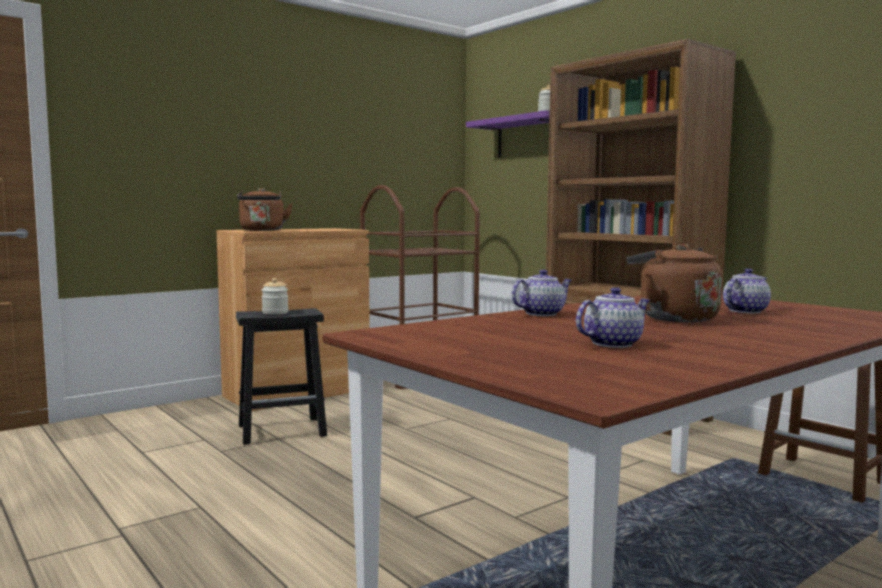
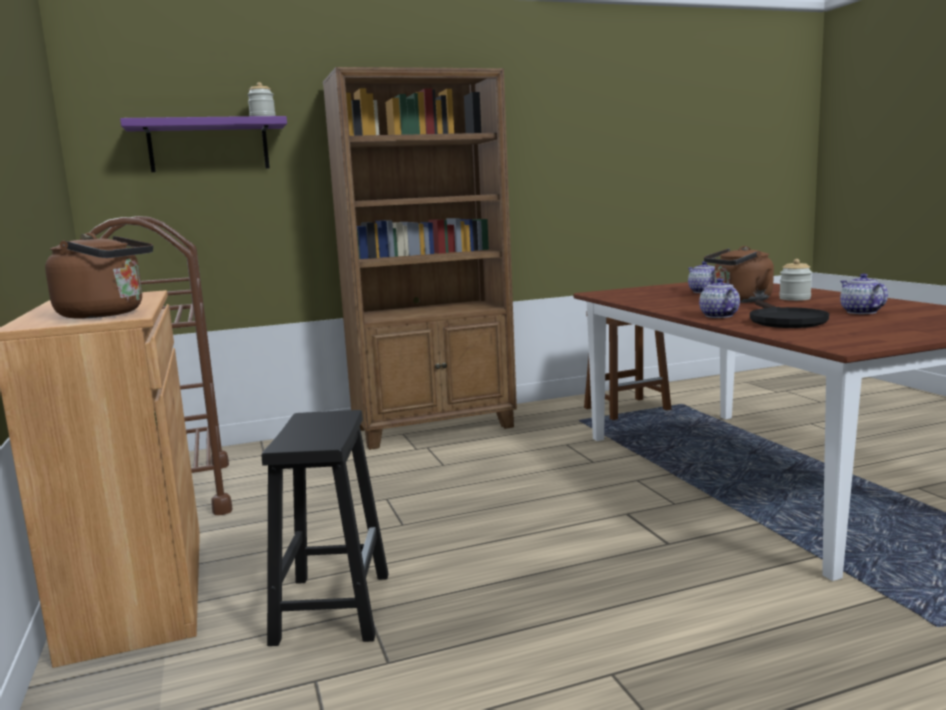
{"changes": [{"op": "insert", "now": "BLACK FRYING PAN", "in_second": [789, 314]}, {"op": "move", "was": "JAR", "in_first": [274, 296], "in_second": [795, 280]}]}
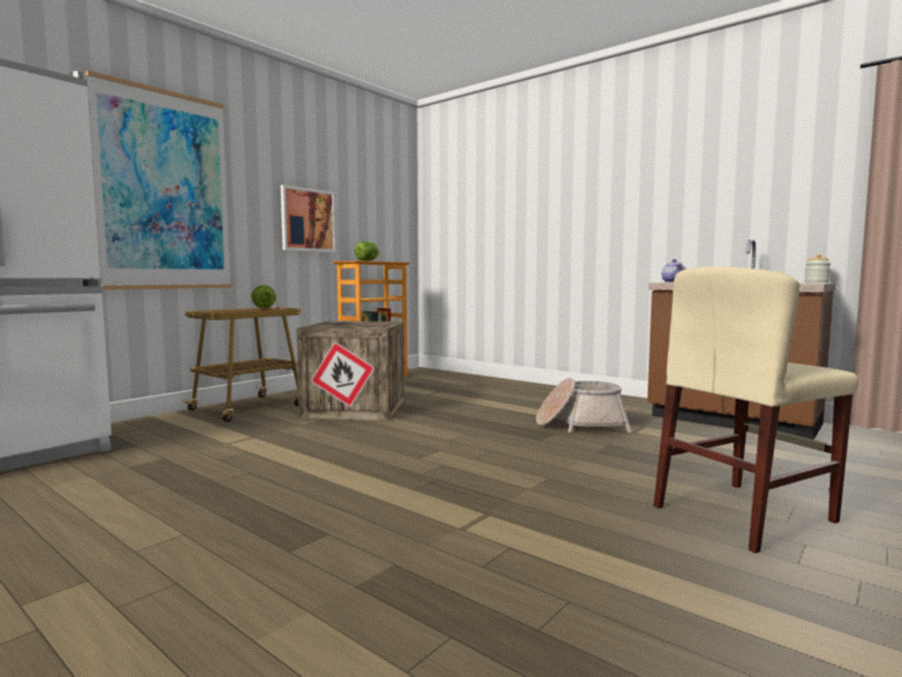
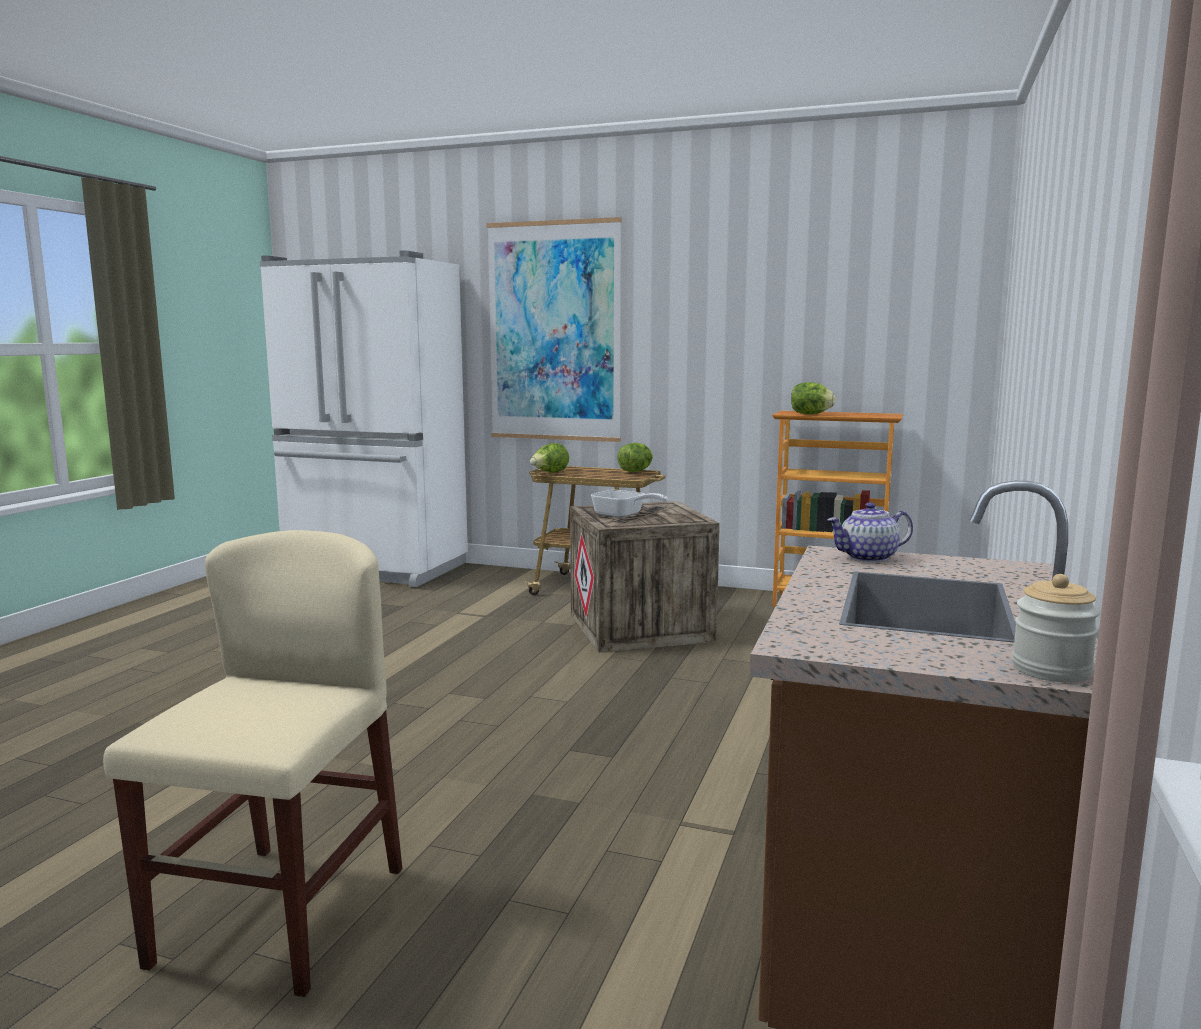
{"changes": [{"op": "rotate", "was": "BEIGE CHAIR", "in_first": [755, 409], "in_second": [252, 763], "clockwise": 60}, {"op": "insert", "now": "LETTUCE", "in_second": [549, 458]}, {"op": "insert", "now": "FRYING PAN", "in_second": [629, 504]}, {"op": "delete", "was": "PICTURE", "in_first": [308, 218]}, {"op": "delete", "was": "BASKET", "in_first": [584, 405]}]}
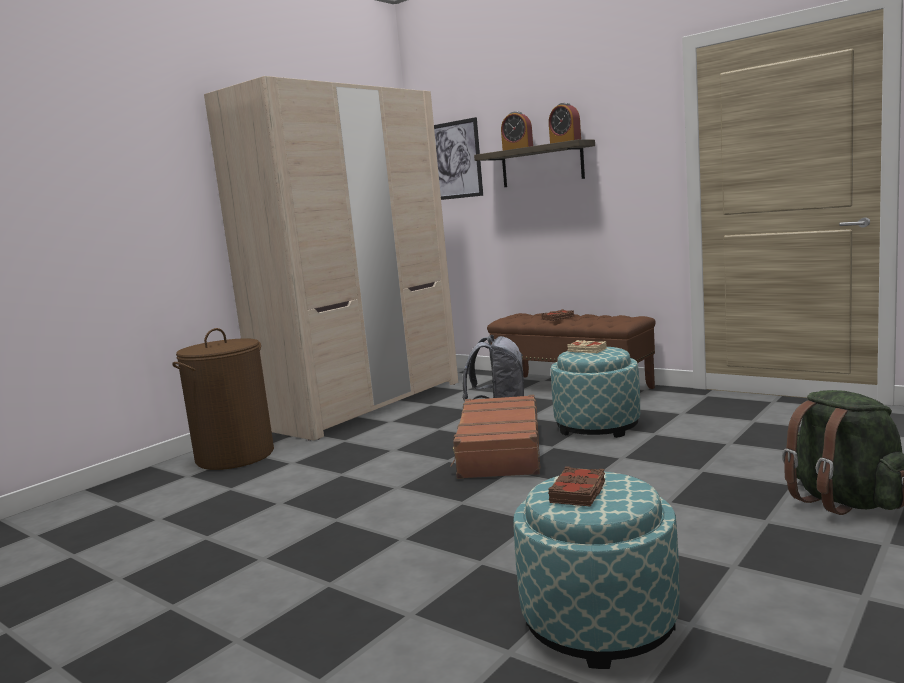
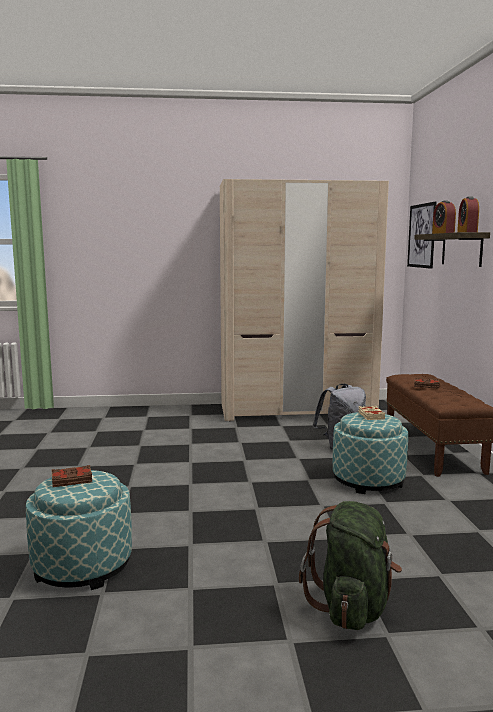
{"changes": [{"op": "delete", "was": "BROWN LAUNDRY BASKET", "in_first": [223, 399]}, {"op": "delete", "was": "BROWN SUITCASE", "in_first": [495, 437]}]}
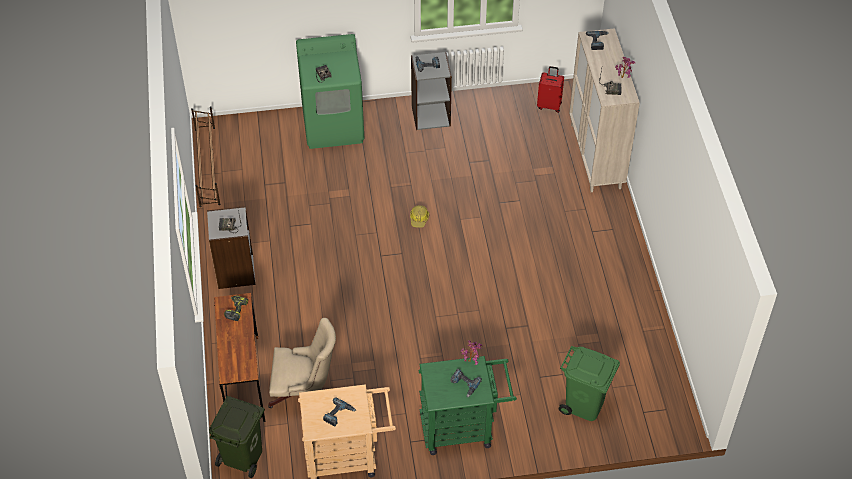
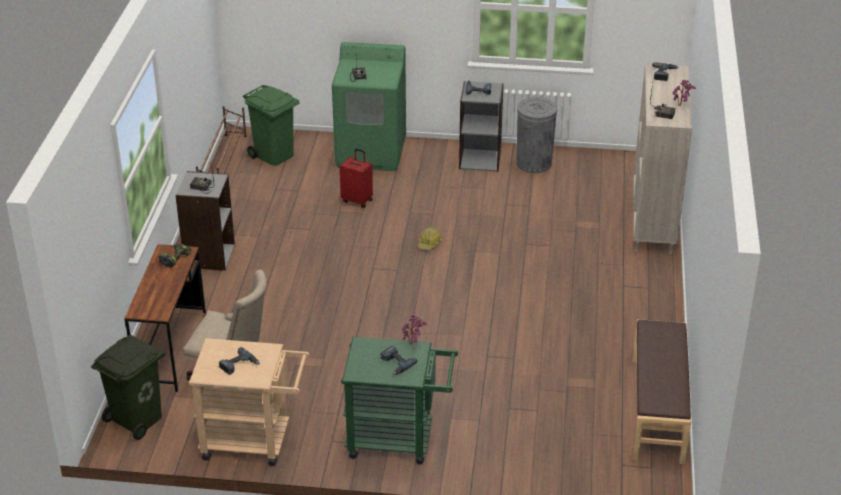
{"changes": [{"op": "move", "was": "GREEN TRASH CAN", "in_first": [589, 383], "in_second": [271, 125]}, {"op": "move", "was": "RED SUITCASE", "in_first": [550, 89], "in_second": [356, 178]}, {"op": "insert", "now": "GREY TRASH CAN", "in_second": [537, 135]}, {"op": "insert", "now": "BROWN BENCH", "in_second": [661, 391]}]}
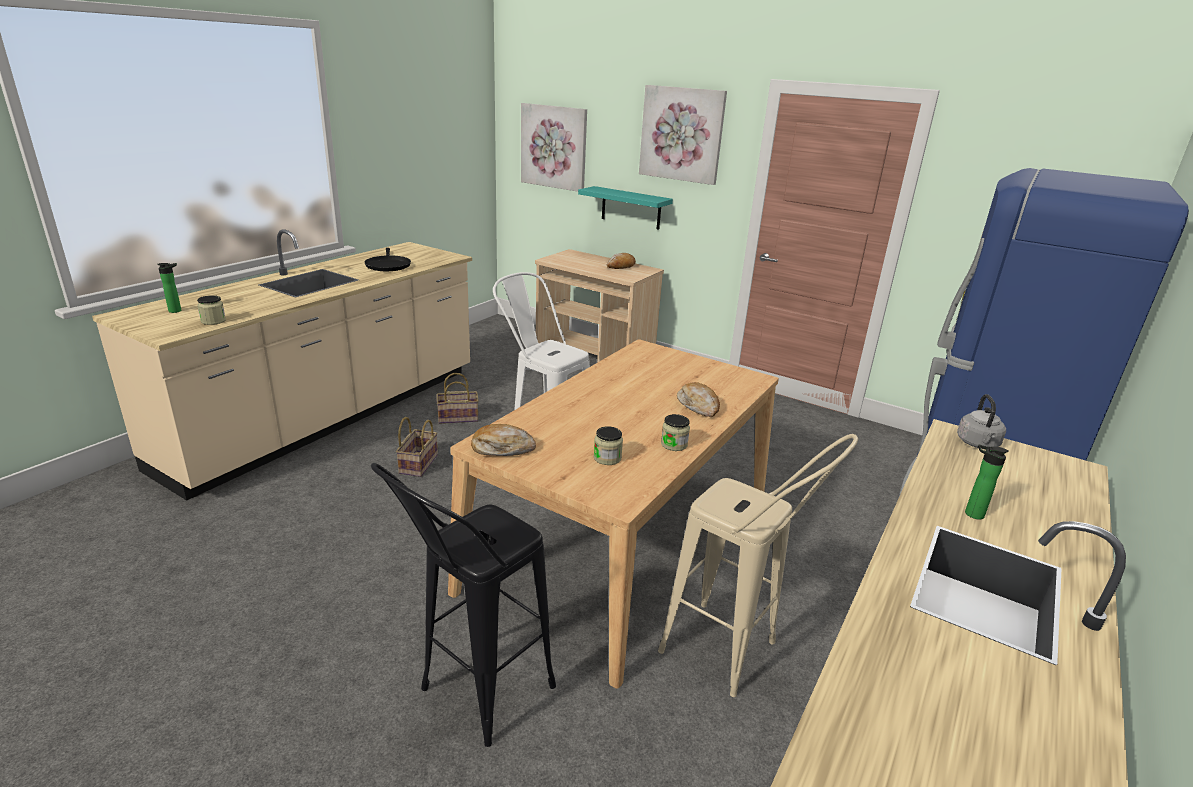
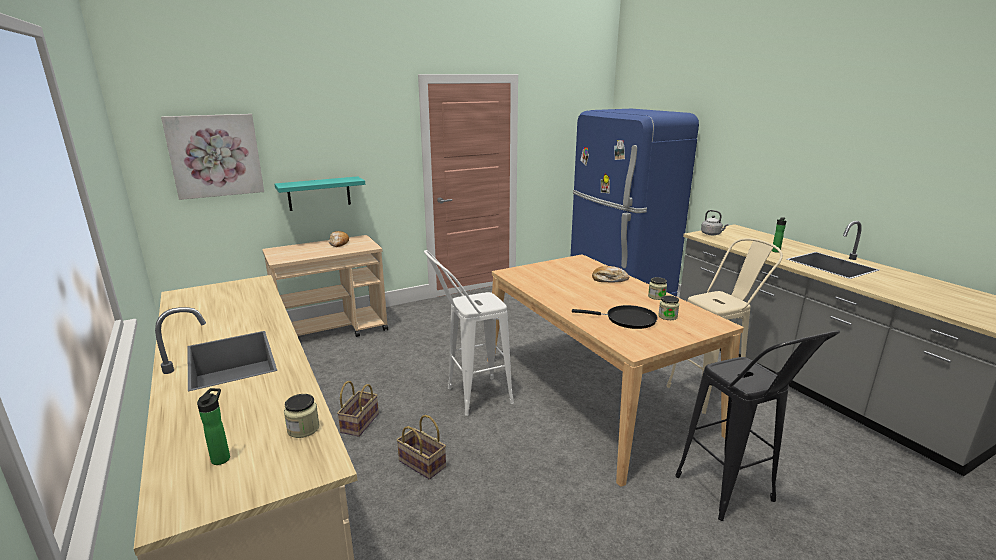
{"changes": [{"op": "move", "was": "BLACK FRYING PAN", "in_first": [388, 259], "in_second": [615, 317]}, {"op": "delete", "was": "BREAD", "in_first": [503, 440]}, {"op": "delete", "was": "PICTURE", "in_first": [683, 135]}]}
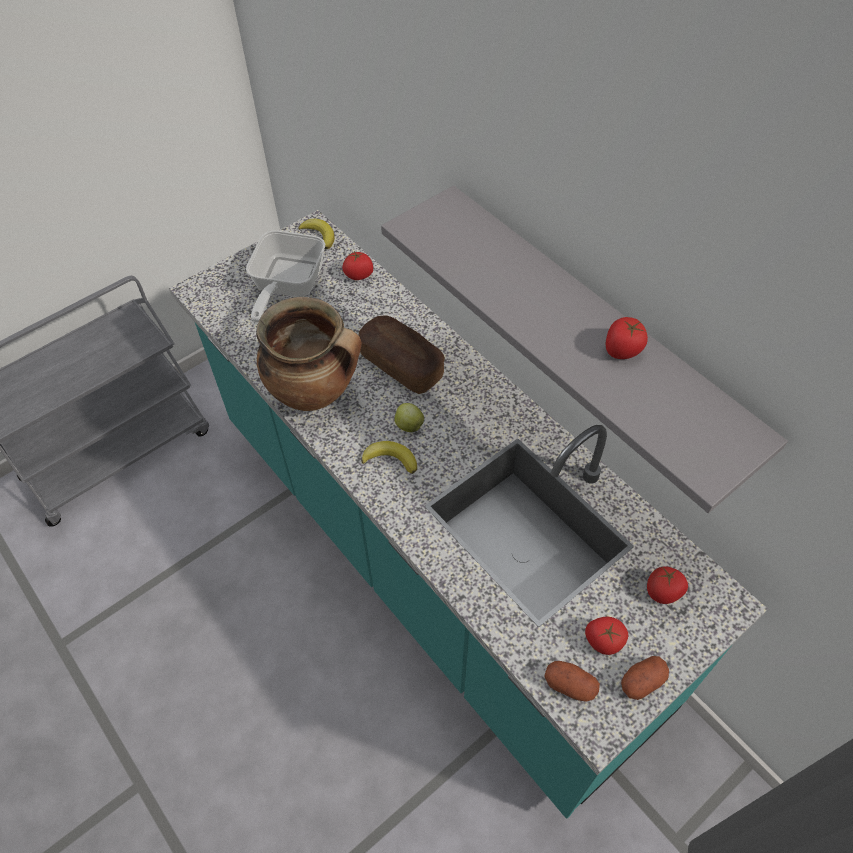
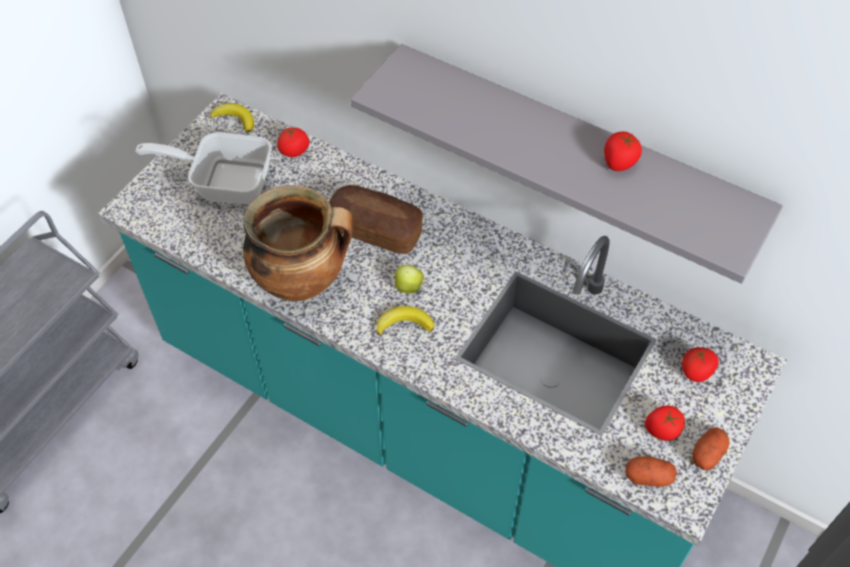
{"changes": [{"op": "rotate", "was": "FRYING PAN", "in_first": [285, 276], "in_second": [203, 168], "clockwise": 105}]}
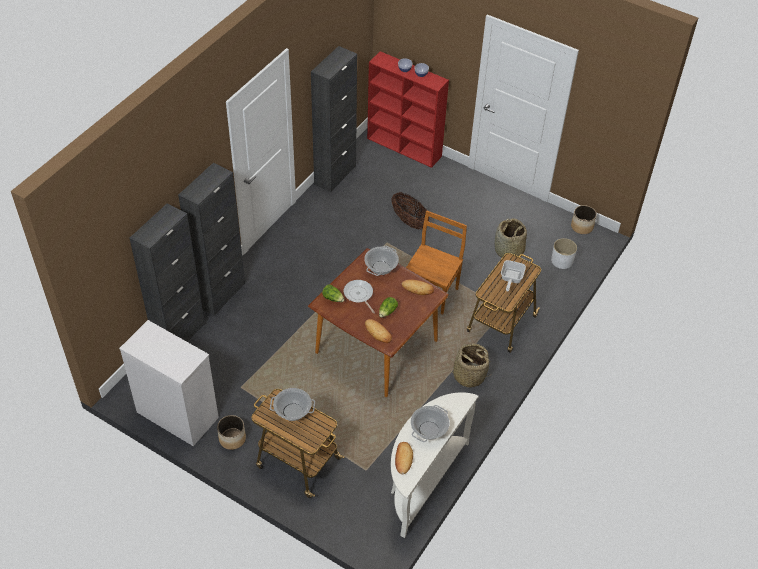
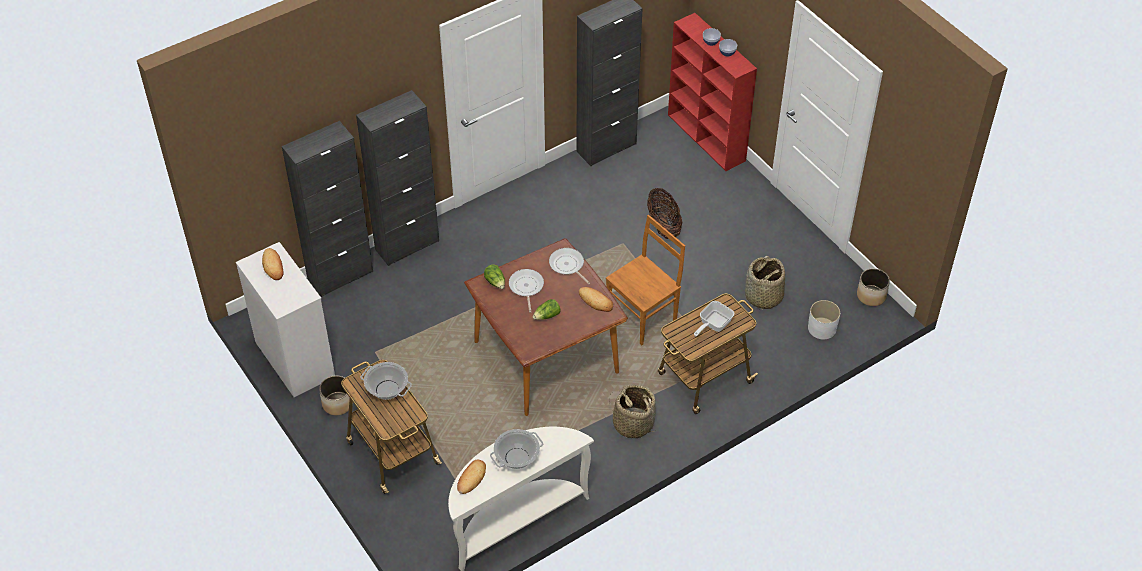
{"changes": [{"op": "move", "was": "BREAD", "in_first": [378, 331], "in_second": [273, 264]}, {"op": "replace", "was": "COOKING POT", "now": "FRYING PAN", "in_first": [381, 261], "in_second": [569, 266]}]}
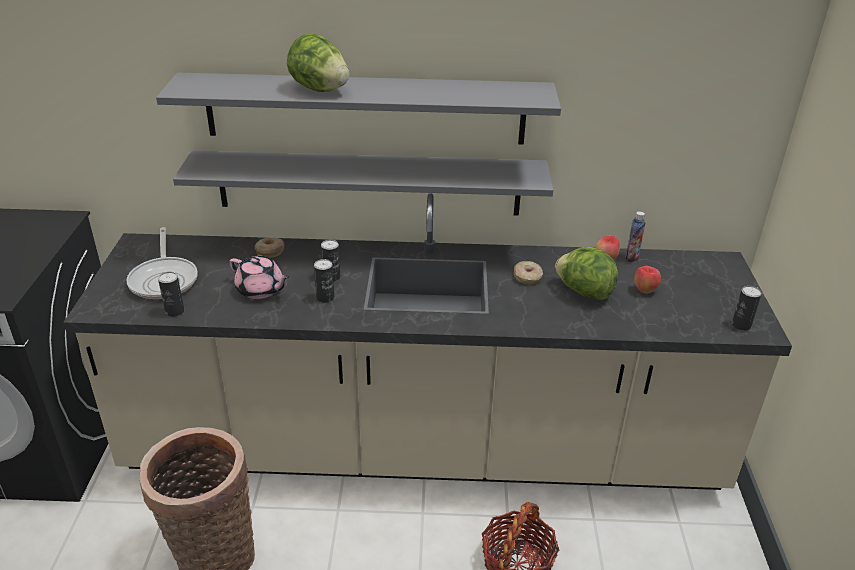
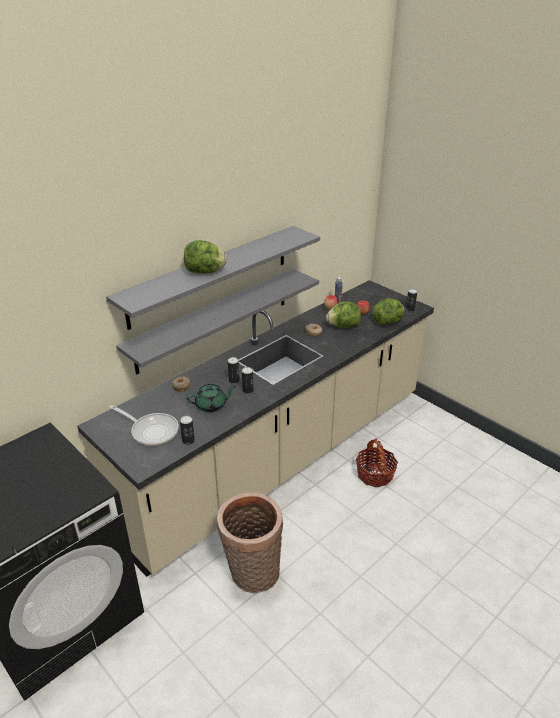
{"changes": [{"op": "recolor", "was": "PINK TEAPOT", "now": "GREEN TEAPOT", "in_first": [259, 277], "in_second": [211, 398]}, {"op": "insert", "now": "LETTUCE", "in_second": [388, 312]}]}
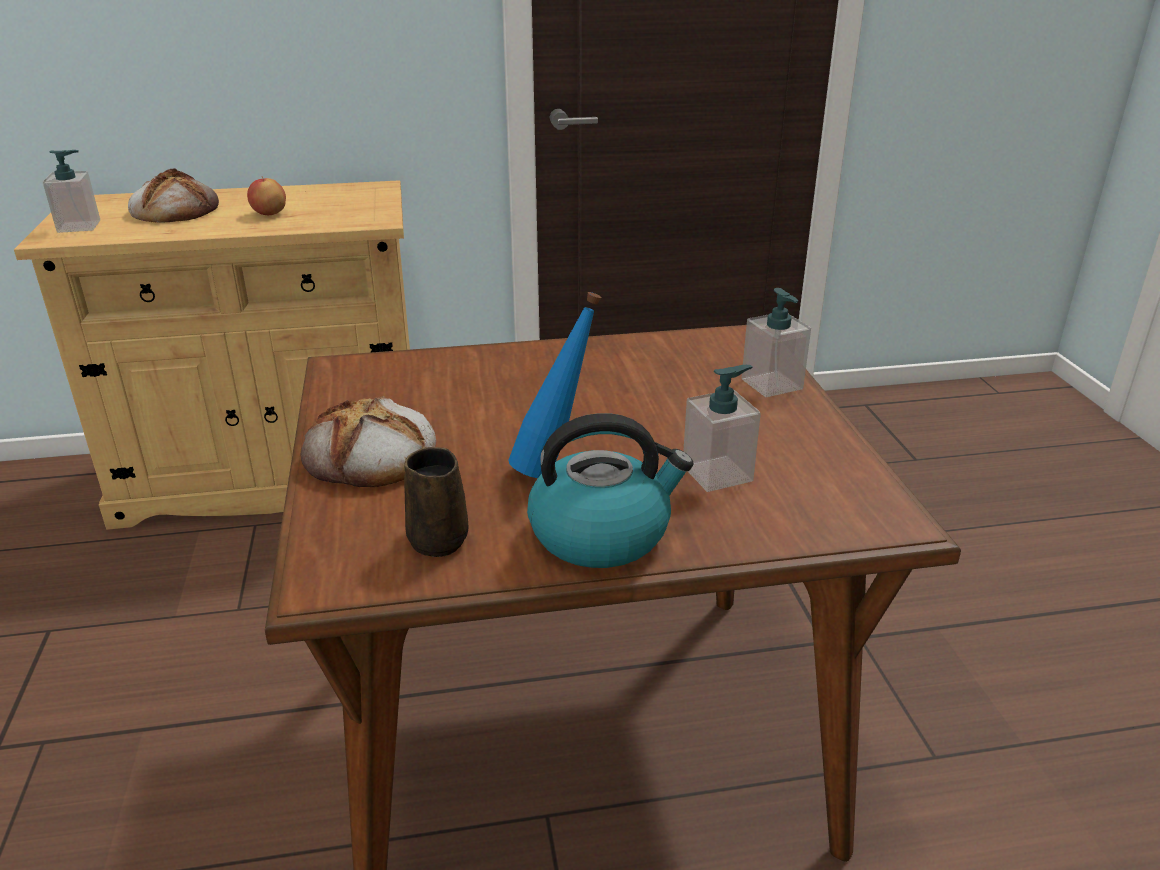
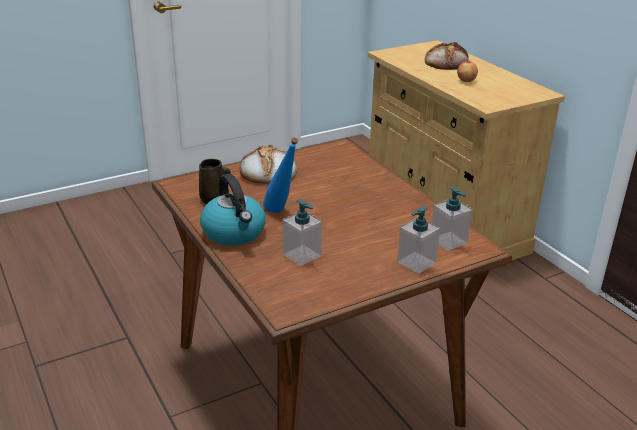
{"changes": [{"op": "move", "was": "SOAP DISPENSER", "in_first": [71, 191], "in_second": [452, 218]}]}
